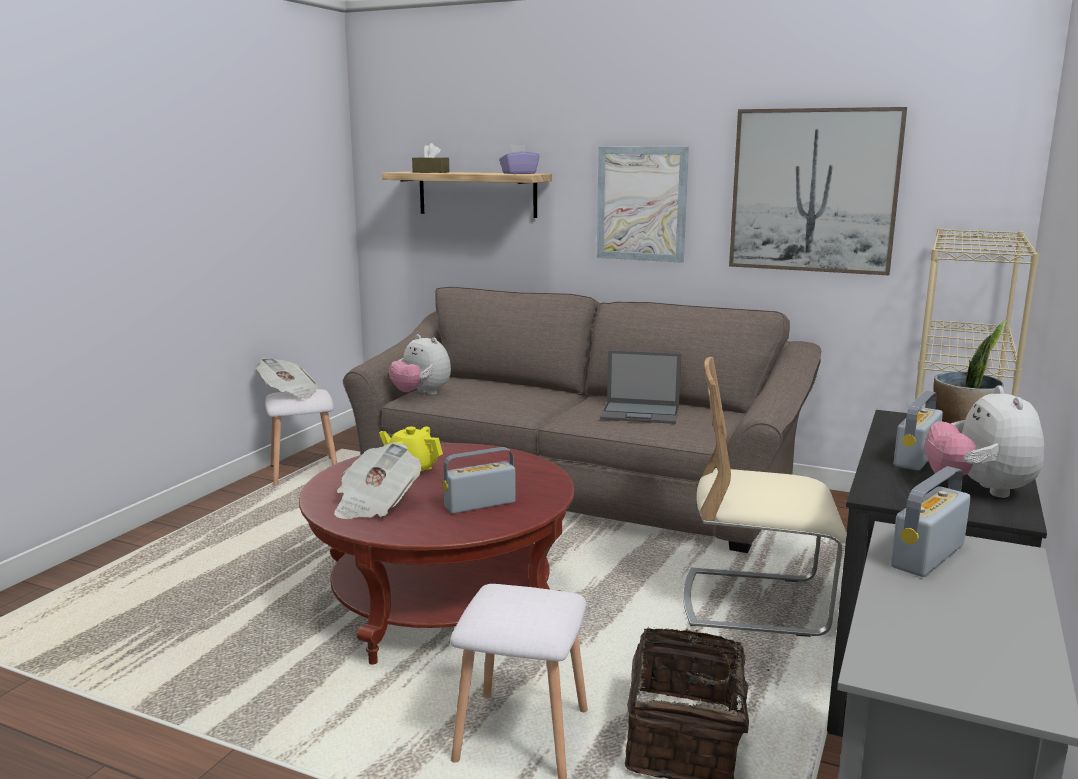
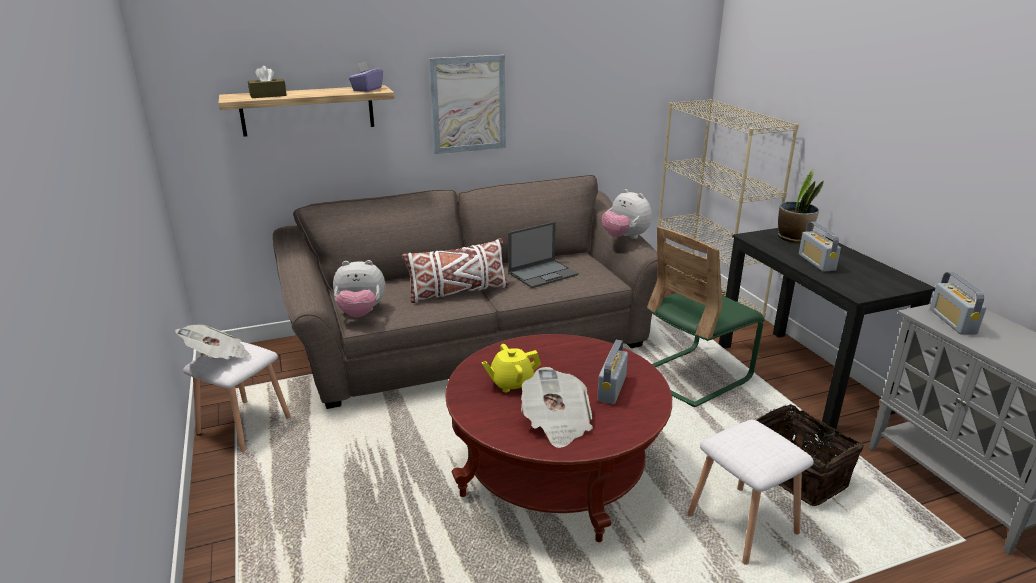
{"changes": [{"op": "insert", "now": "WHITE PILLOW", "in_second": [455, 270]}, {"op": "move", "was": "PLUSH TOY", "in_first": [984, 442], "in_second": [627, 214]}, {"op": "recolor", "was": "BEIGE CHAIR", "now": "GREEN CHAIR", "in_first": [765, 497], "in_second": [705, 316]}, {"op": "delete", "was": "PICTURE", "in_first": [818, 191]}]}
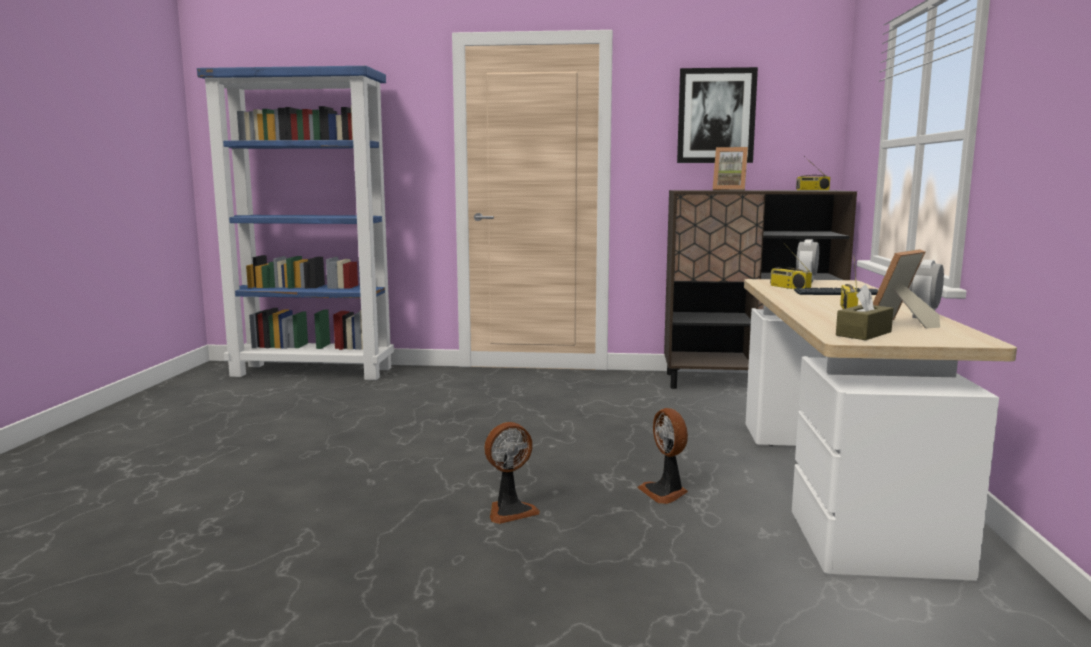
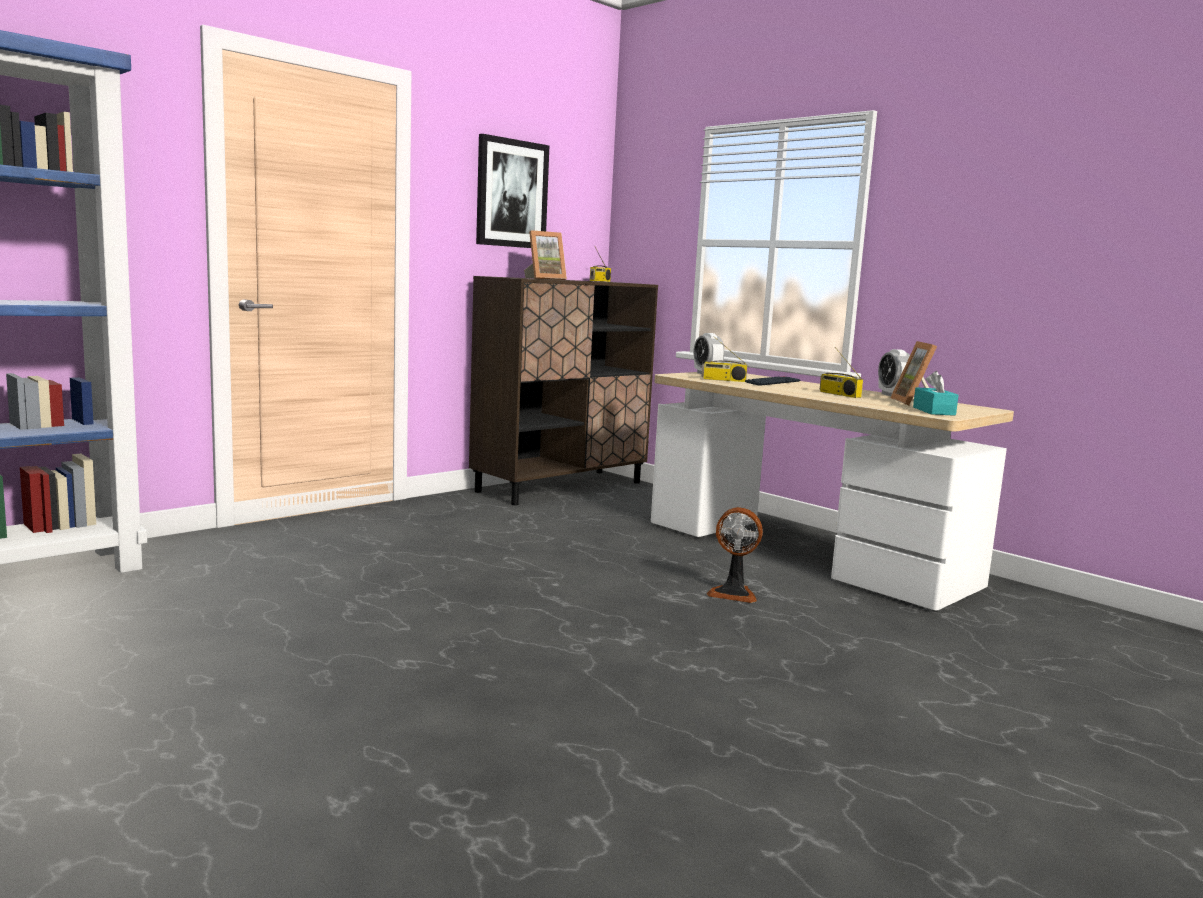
{"changes": [{"op": "recolor", "was": "BROWN TISSUE BOX", "now": "TURQUOISE TISSUE BOX", "in_first": [865, 312], "in_second": [936, 393]}, {"op": "delete", "was": "FAN", "in_first": [512, 473]}]}
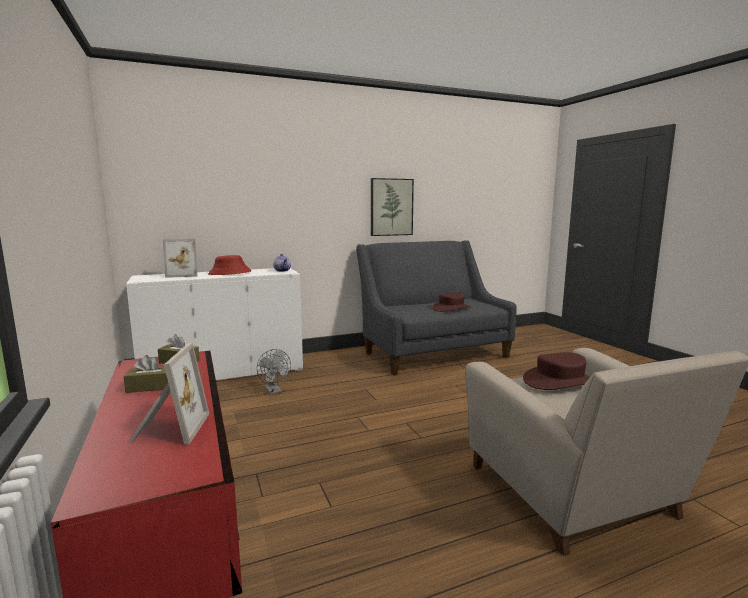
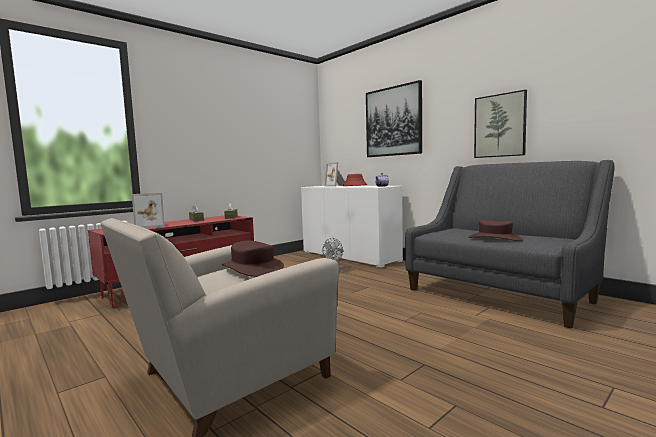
{"changes": [{"op": "insert", "now": "PICTURE", "in_second": [394, 118]}]}
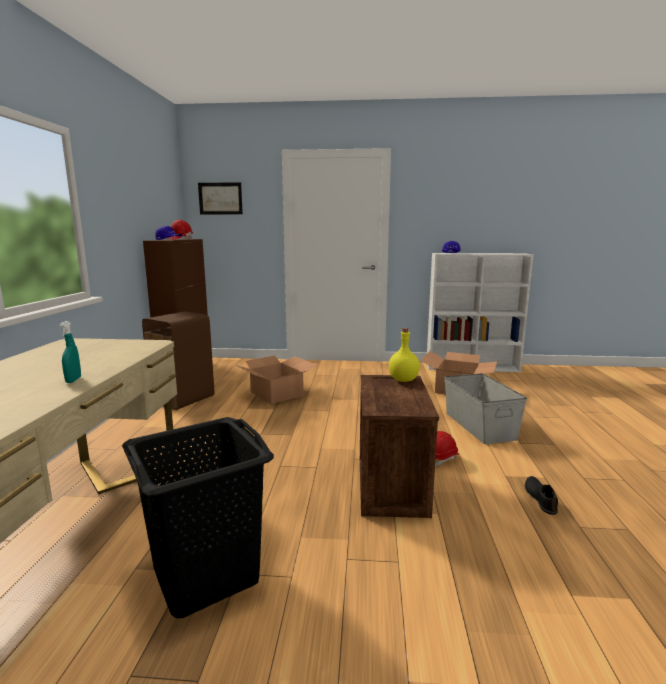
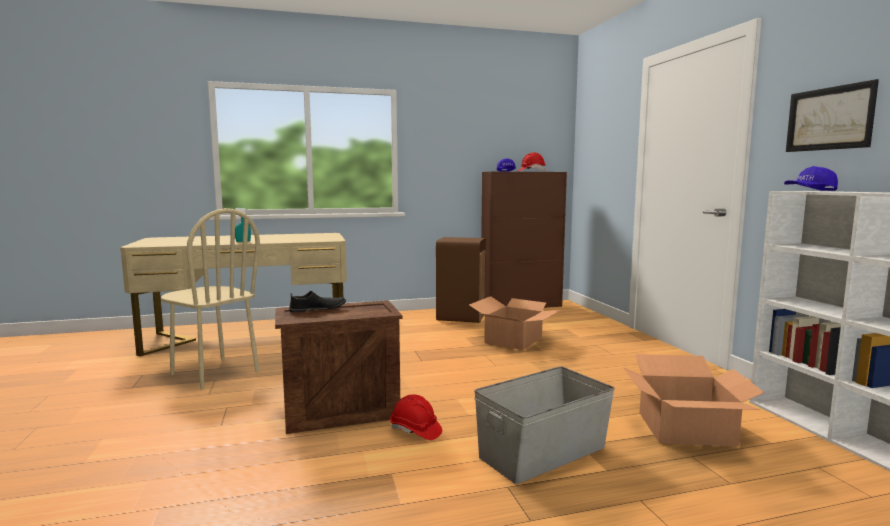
{"changes": [{"op": "replace", "was": "BLACK LAUNDRY BASKET", "now": "BEIGE CHAIR", "in_first": [198, 517], "in_second": [210, 299]}, {"op": "move", "was": "BLACK SHOE", "in_first": [541, 495], "in_second": [317, 301]}, {"op": "move", "was": "PICTURE", "in_first": [220, 198], "in_second": [832, 115]}, {"op": "delete", "was": "YELLOW BOTTLE", "in_first": [404, 355]}]}
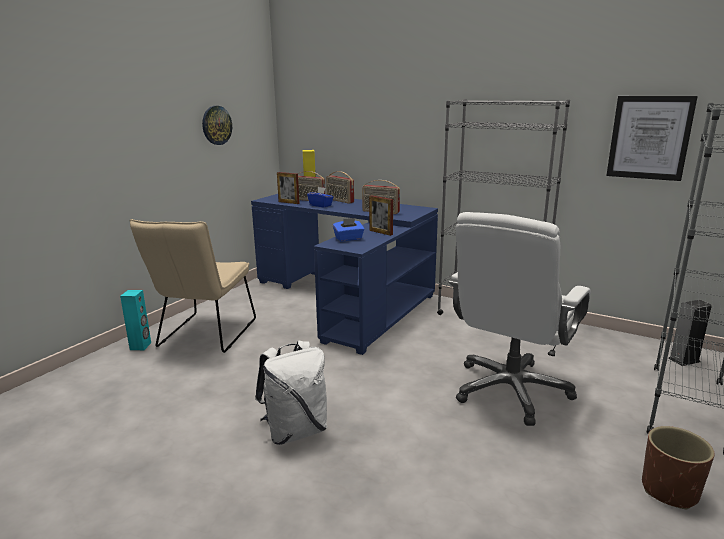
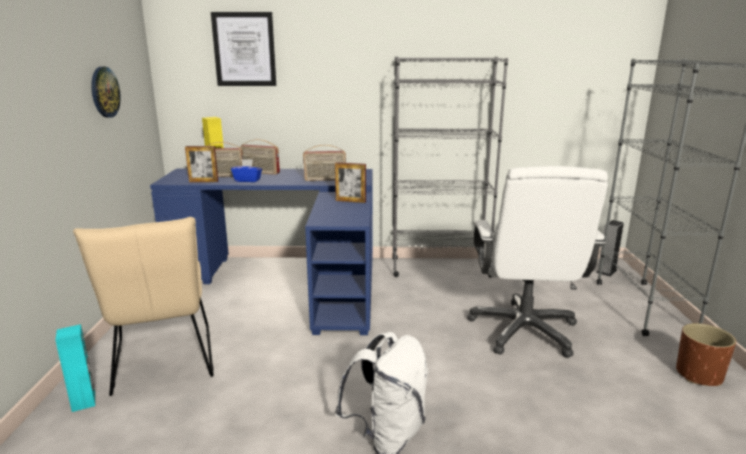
{"changes": [{"op": "move", "was": "PICTURE", "in_first": [652, 138], "in_second": [243, 49]}, {"op": "delete", "was": "BLUE TISSUE BOX", "in_first": [349, 229]}]}
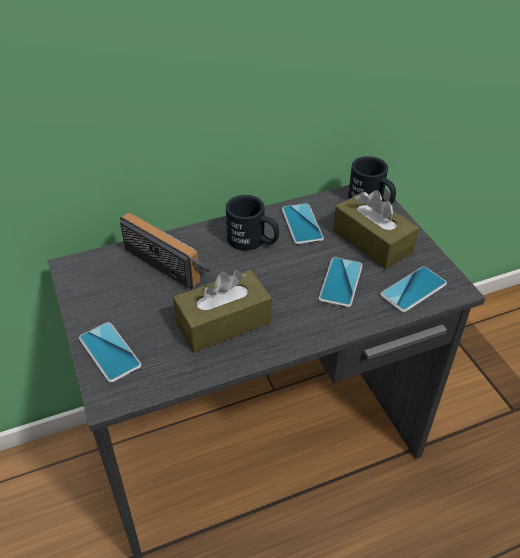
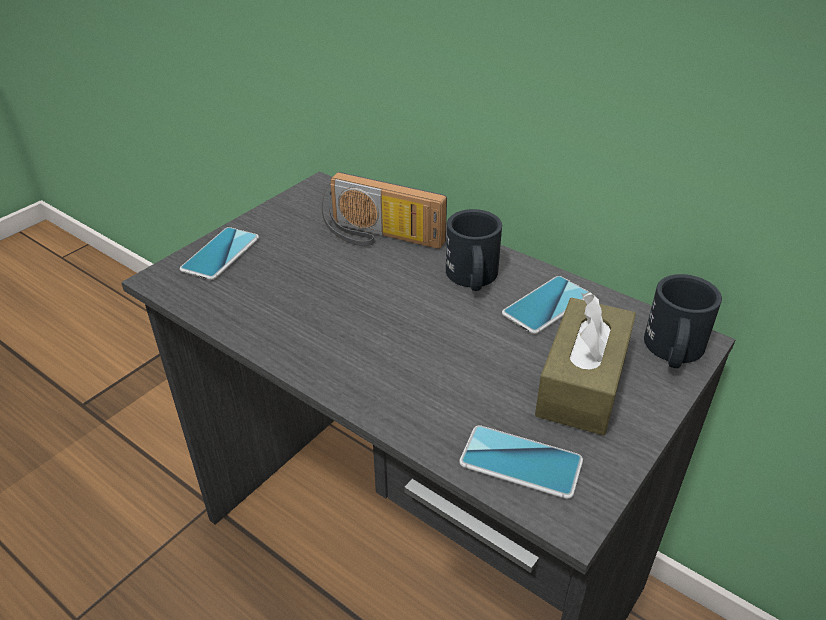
{"changes": [{"op": "rotate", "was": "RADIO", "in_first": [164, 251], "in_second": [384, 210], "clockwise": 105}, {"op": "delete", "was": "BROWN TISSUE BOX", "in_first": [222, 311]}, {"op": "delete", "was": "PHONE", "in_first": [340, 282]}]}
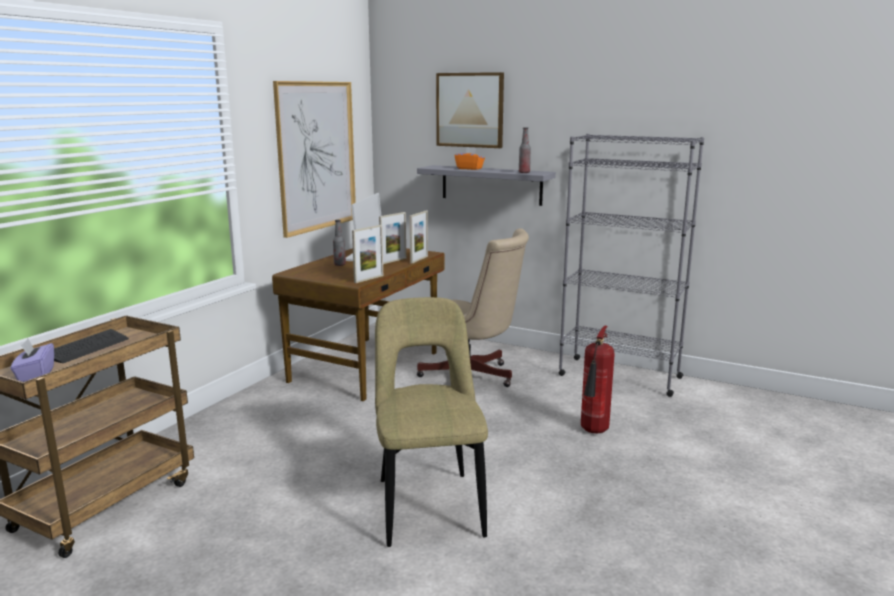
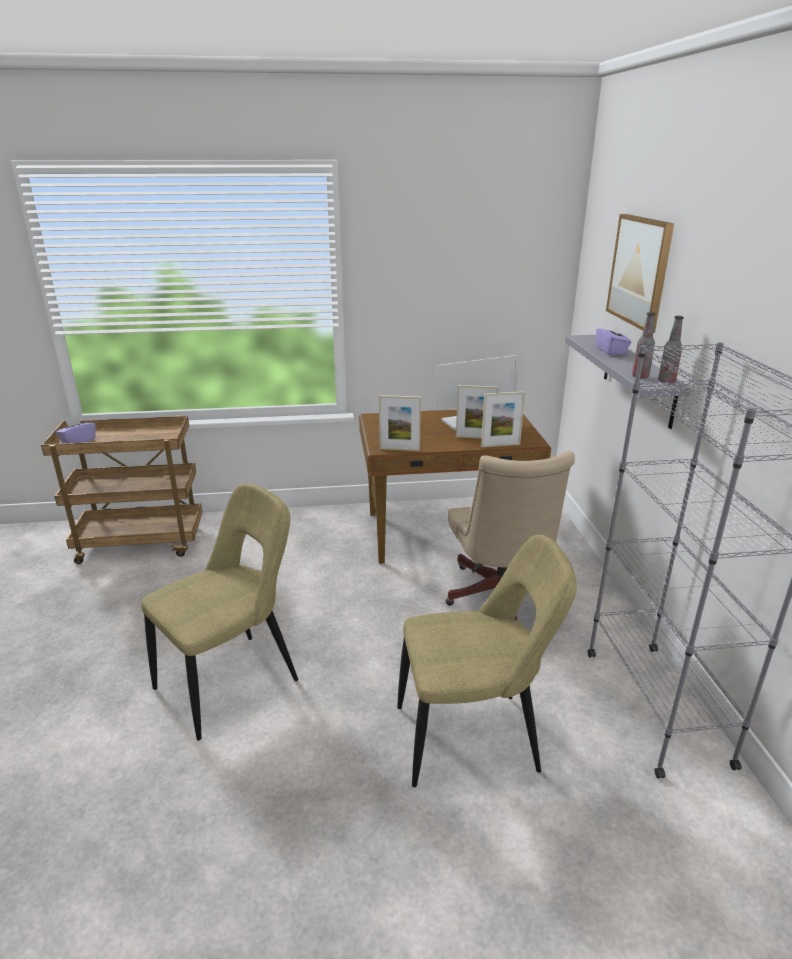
{"changes": [{"op": "replace", "was": "FIRE EXTINGUISHER", "now": "BEIGE CHAIR", "in_first": [597, 380], "in_second": [487, 661]}, {"op": "recolor", "was": "ORANGE TISSUE BOX", "now": "PURPLE TISSUE BOX", "in_first": [470, 158], "in_second": [613, 338]}, {"op": "move", "was": "BOTTLE", "in_first": [339, 243], "in_second": [671, 349]}, {"op": "delete", "was": "KEYBOARD", "in_first": [91, 346]}, {"op": "delete", "was": "PICTURE", "in_first": [314, 159]}]}
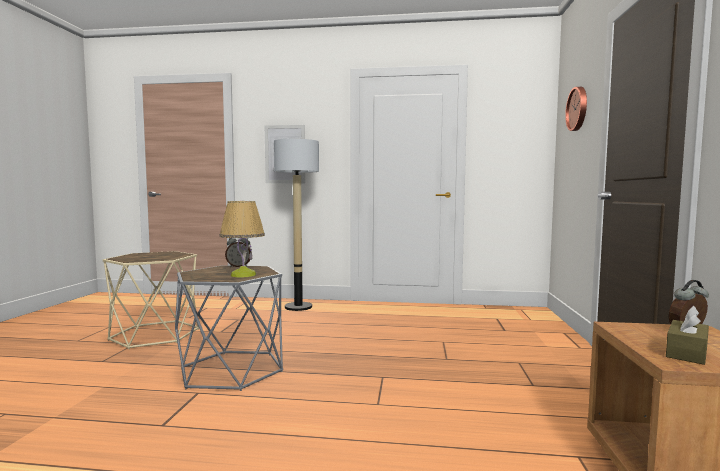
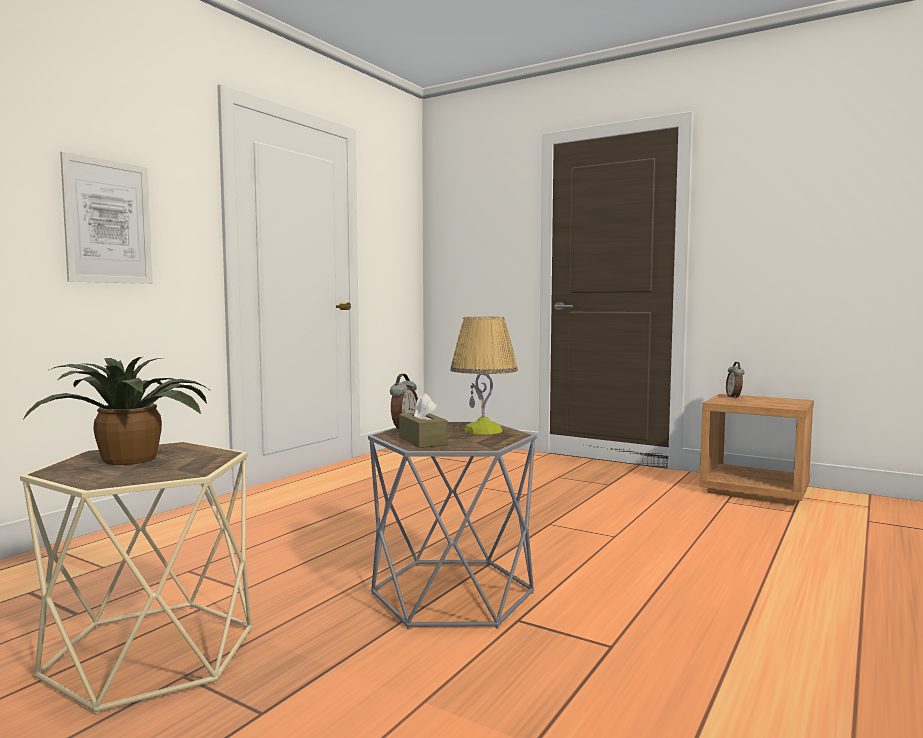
{"changes": [{"op": "insert", "now": "POTTED PLANT", "in_second": [117, 411]}, {"op": "move", "was": "BROWN TISSUE BOX", "in_first": [687, 335], "in_second": [423, 420]}, {"op": "delete", "was": "FLOOR LAMP", "in_first": [296, 224]}, {"op": "delete", "was": "WALL CLOCK", "in_first": [576, 109]}]}
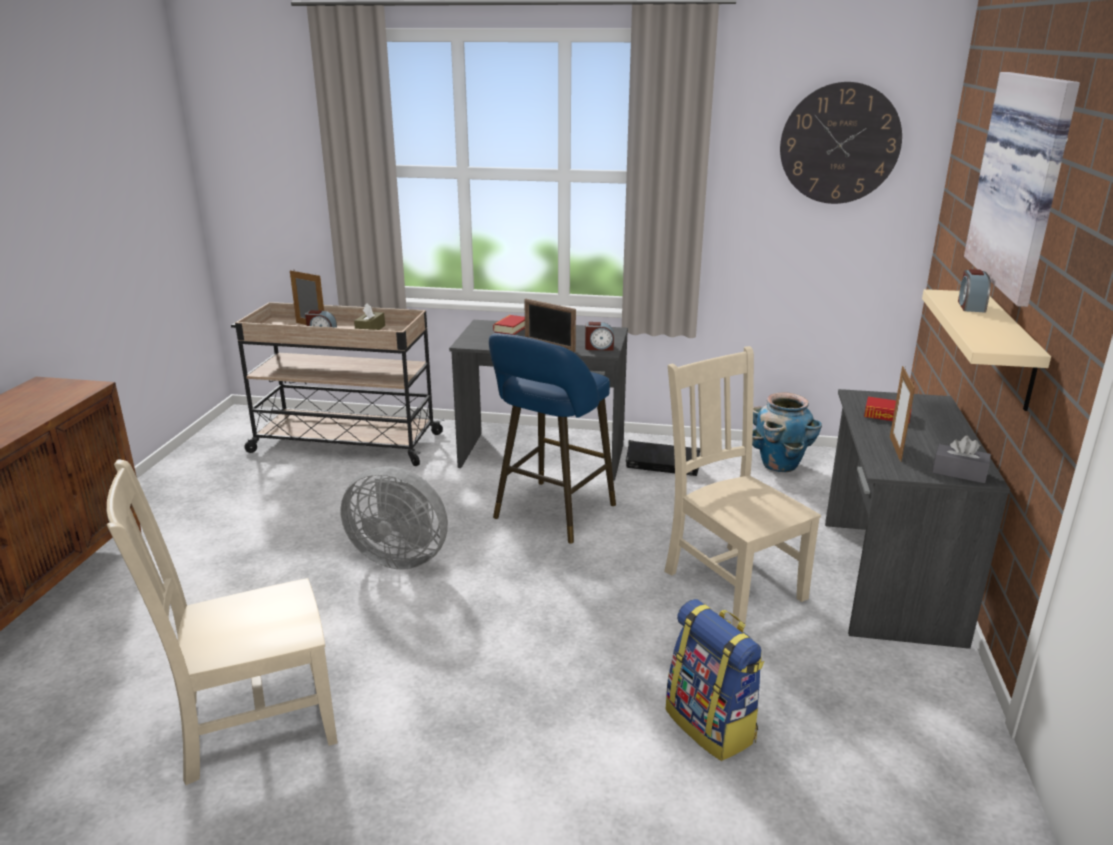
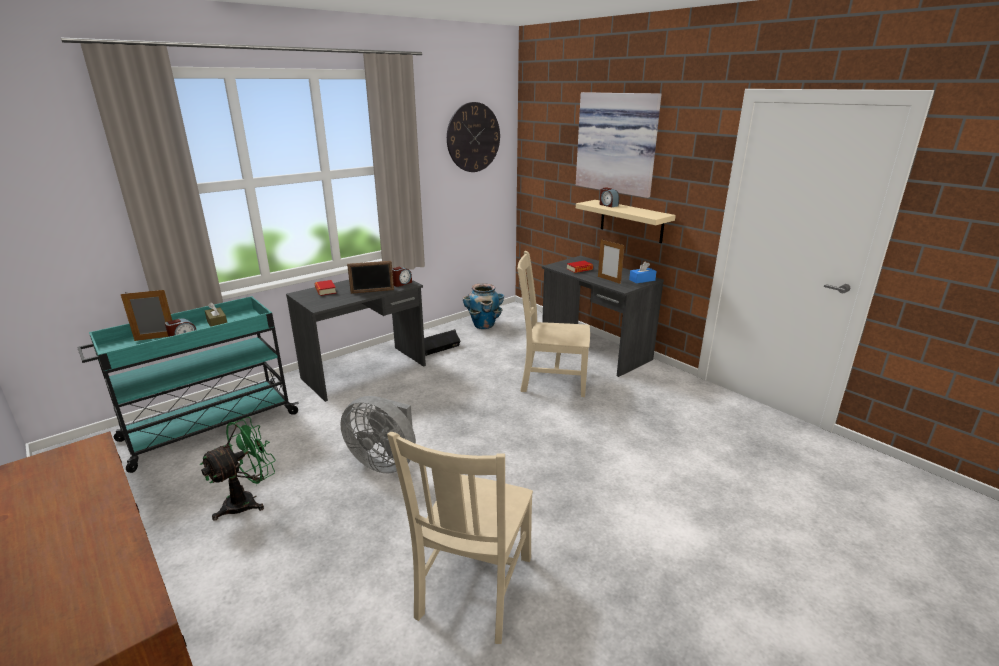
{"changes": [{"op": "recolor", "was": "BEIGE CART", "now": "TURQUOISE CART", "in_first": [337, 384], "in_second": [188, 384]}, {"op": "insert", "now": "GREEN FAN", "in_second": [237, 469]}, {"op": "rotate", "was": "GREY FAN", "in_first": [394, 518], "in_second": [378, 434], "clockwise": 60}, {"op": "recolor", "was": "GREY TISSUE BOX", "now": "BLUE TISSUE BOX", "in_first": [961, 459], "in_second": [642, 272]}, {"op": "delete", "was": "BLUE STOOL", "in_first": [552, 438]}, {"op": "delete", "was": "BACKPACK", "in_first": [714, 680]}]}
